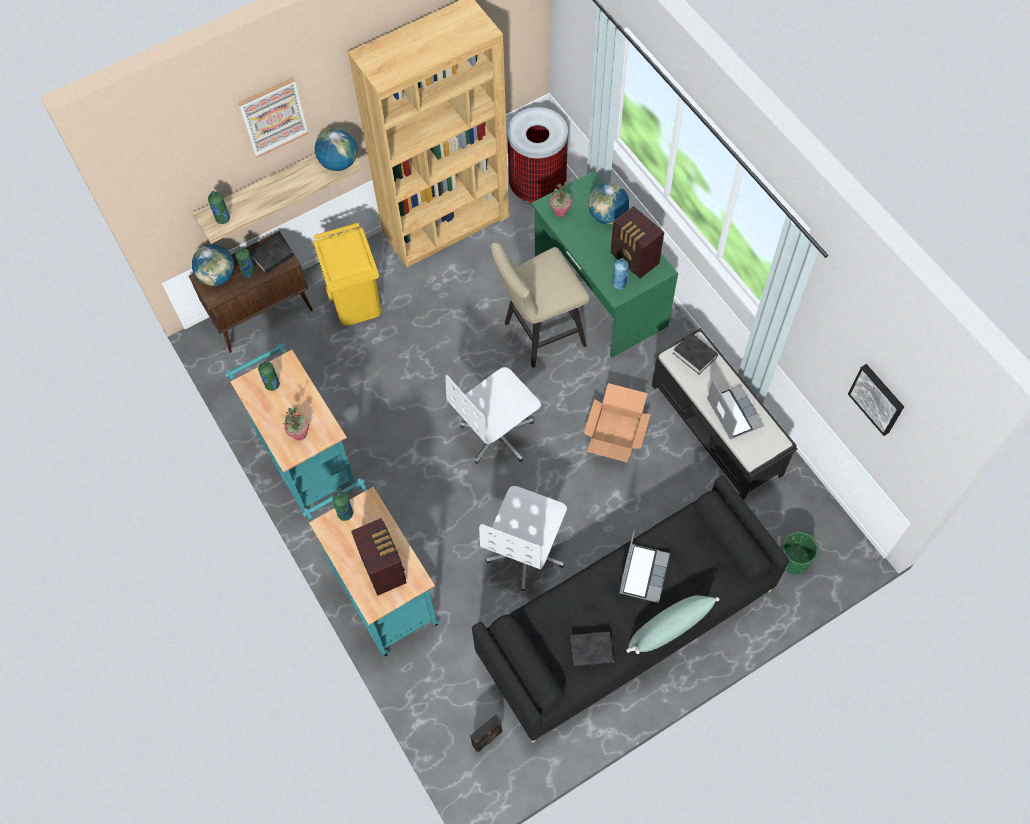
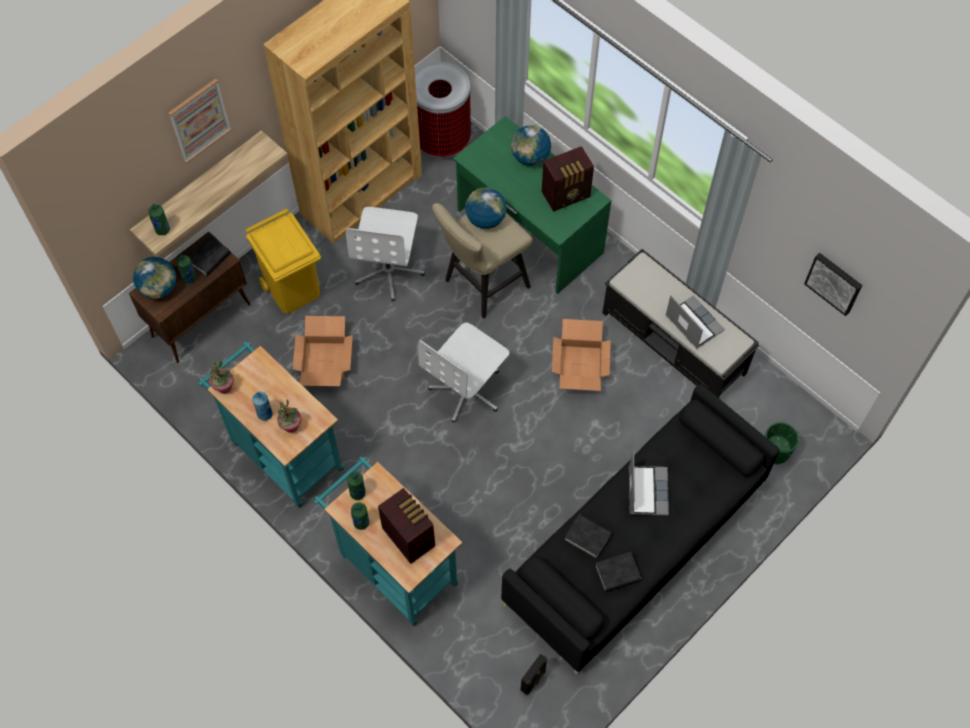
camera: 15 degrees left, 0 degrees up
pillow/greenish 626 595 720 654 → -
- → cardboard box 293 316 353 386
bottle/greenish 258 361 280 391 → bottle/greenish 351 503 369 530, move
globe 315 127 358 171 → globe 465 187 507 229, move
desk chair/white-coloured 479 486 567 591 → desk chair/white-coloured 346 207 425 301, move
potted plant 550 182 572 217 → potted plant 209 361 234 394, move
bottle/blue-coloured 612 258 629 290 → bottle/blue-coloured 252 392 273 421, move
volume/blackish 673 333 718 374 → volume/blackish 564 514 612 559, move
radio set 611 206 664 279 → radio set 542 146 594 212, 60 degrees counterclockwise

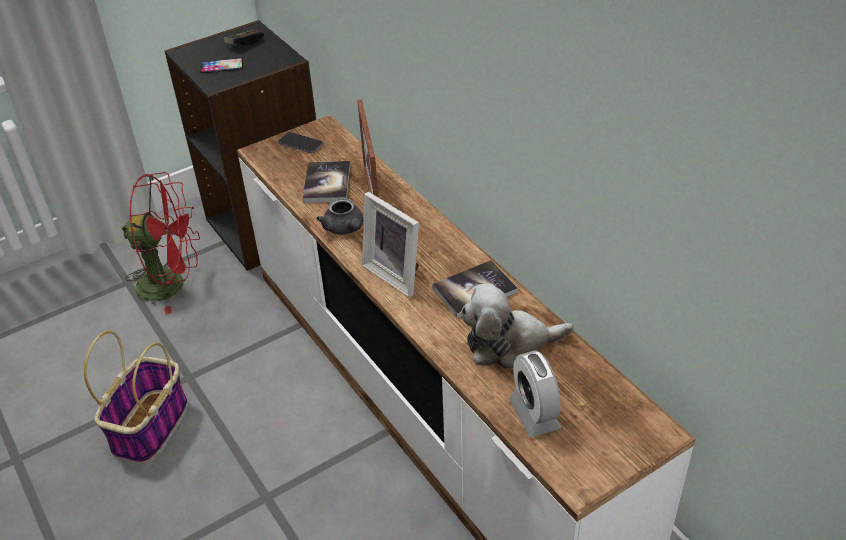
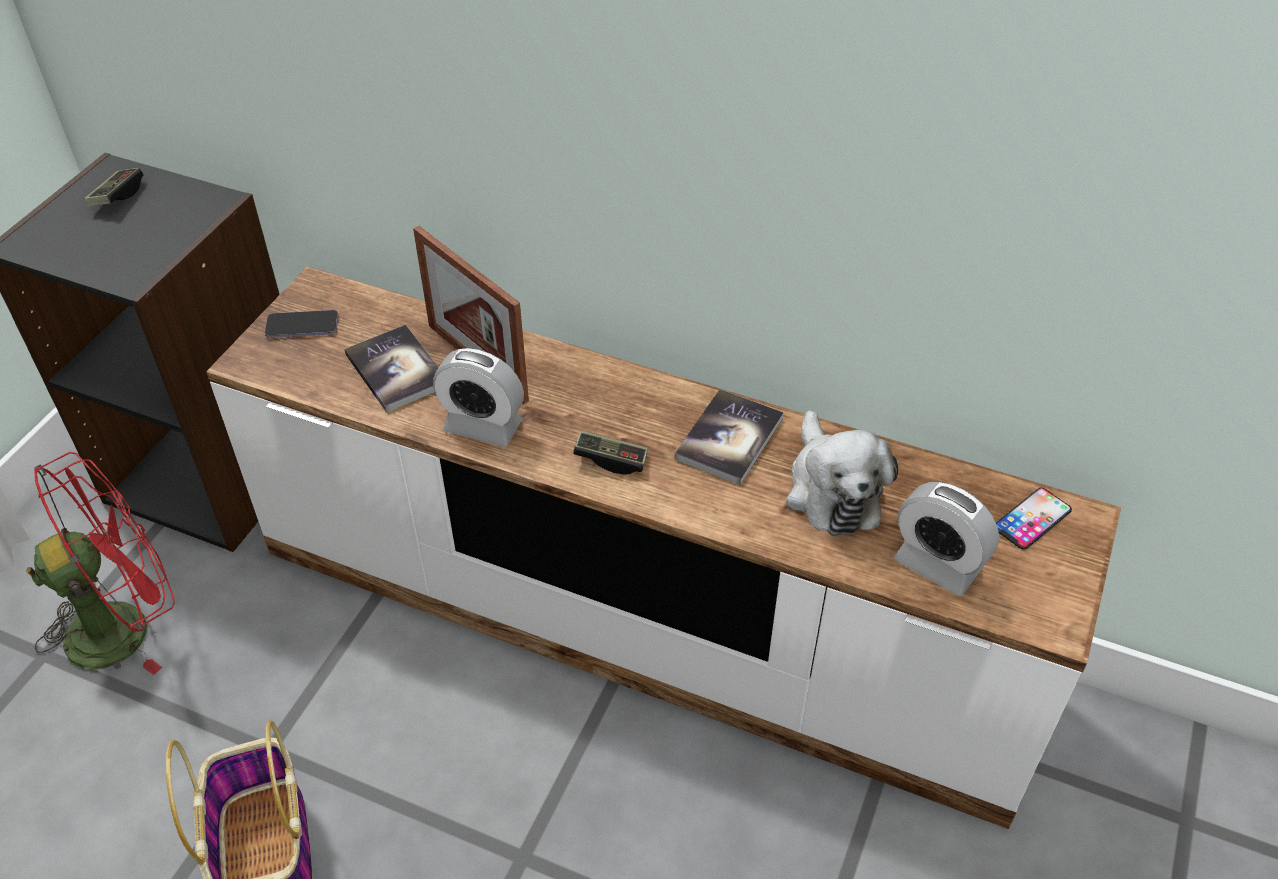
camera: 35 degrees left, 5 degrees up
phone 200 58 243 73 → phone 996 488 1072 550, move
teapot/greyish 316 198 363 235 → bedside clock 433 348 524 447
standing frame 362 192 420 298 → gamepad 573 430 648 475
soft toy 460 283 574 369 → soft toy 786 410 898 536, 60 degrees counterclockwise

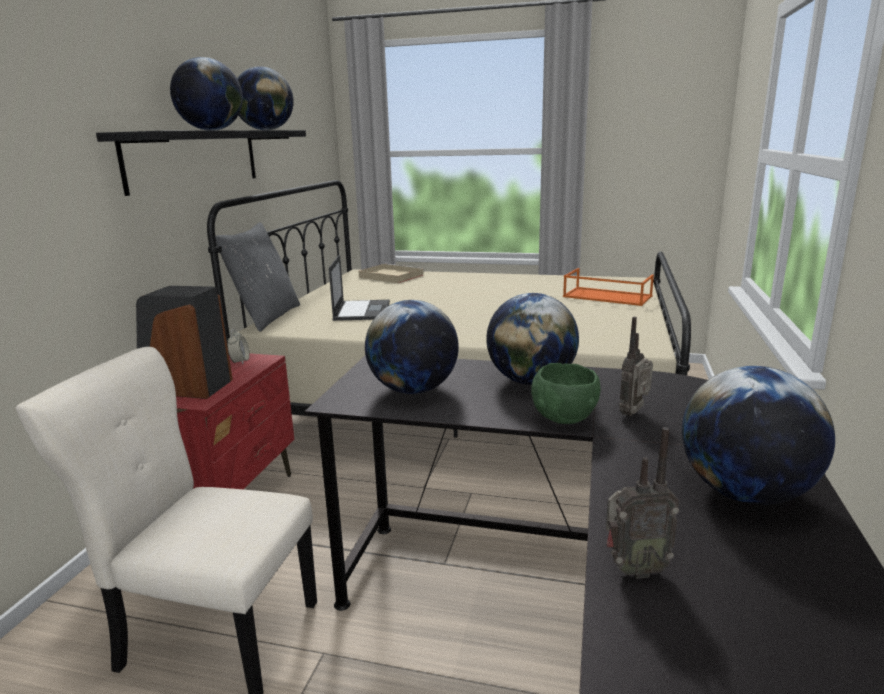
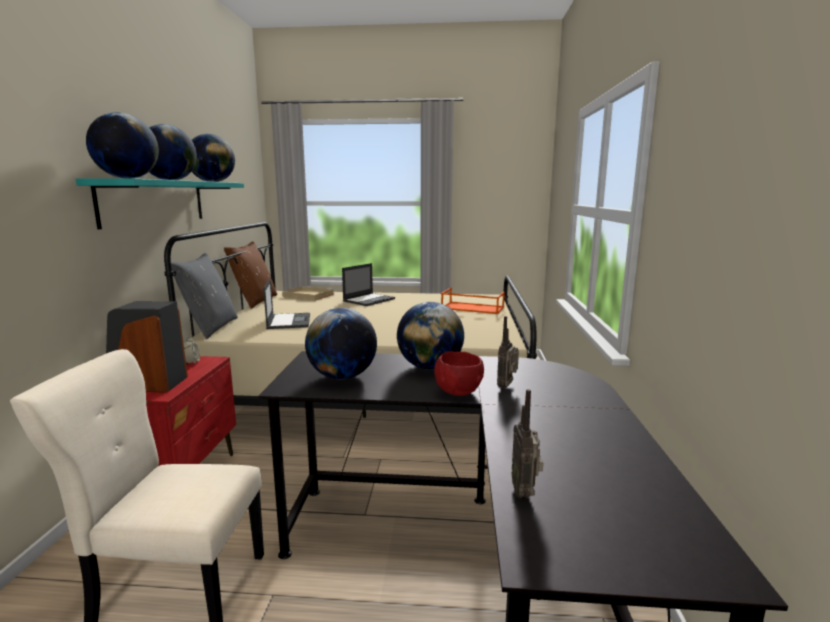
camera: 10 degrees left, 5 degrees down
- → pillow/brownish 224 241 277 309
- → portable computer 342 263 395 306
globe 682 366 835 505 → globe 86 113 159 178, move
wall shelf/blackish 96 130 306 196 → wall shelf/blue-green 76 178 244 229
serving bowl/greenish 531 363 601 424 → serving bowl/reddish 434 351 484 396
radio set 606 427 679 579 → radio set 512 389 543 498, 105 degrees clockwise

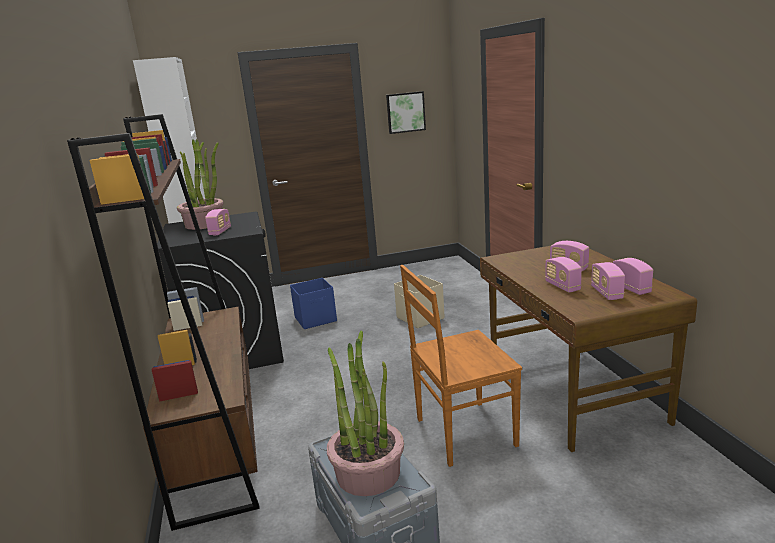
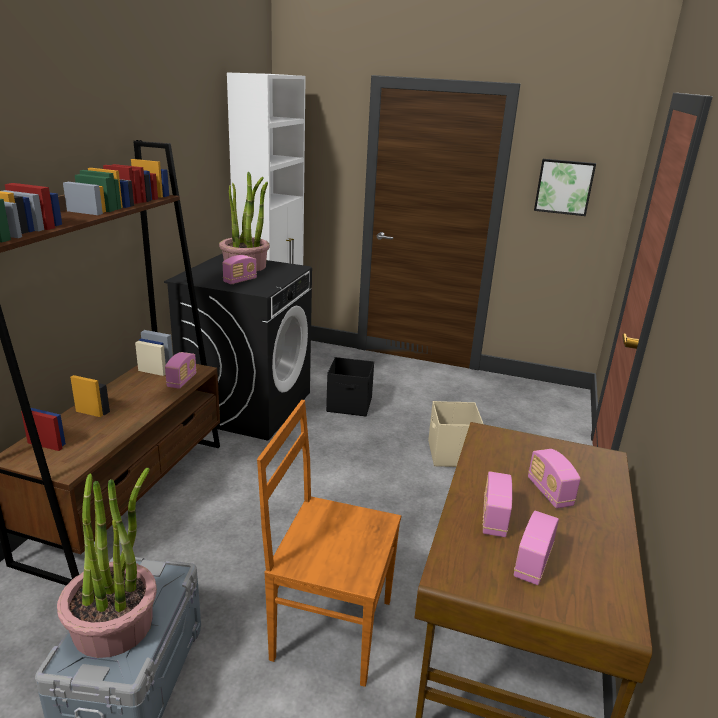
camera: 30 degrees right, 5 degrees up
radio set 613 258 653 295 → radio set 165 352 197 389, move
storage container/blue-coloured 290 278 337 329 → storage container/blackish 326 357 374 416

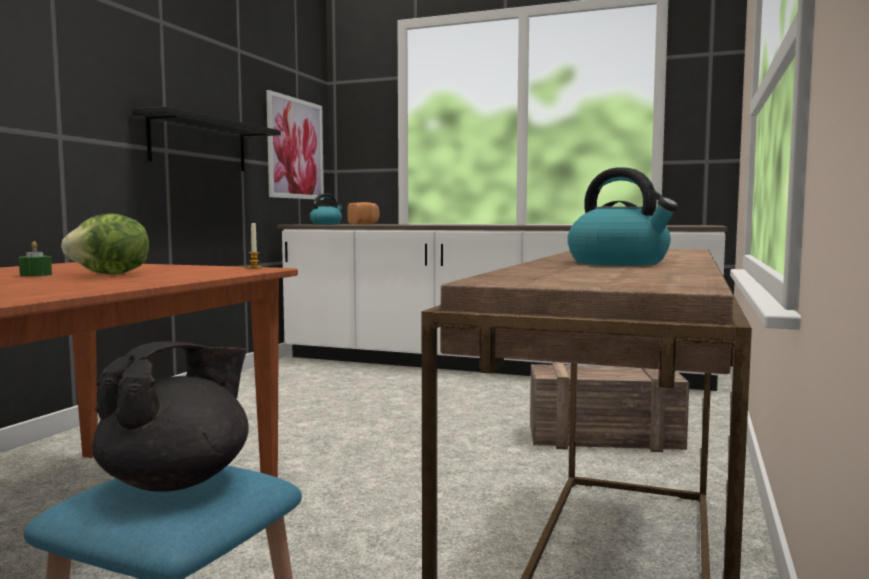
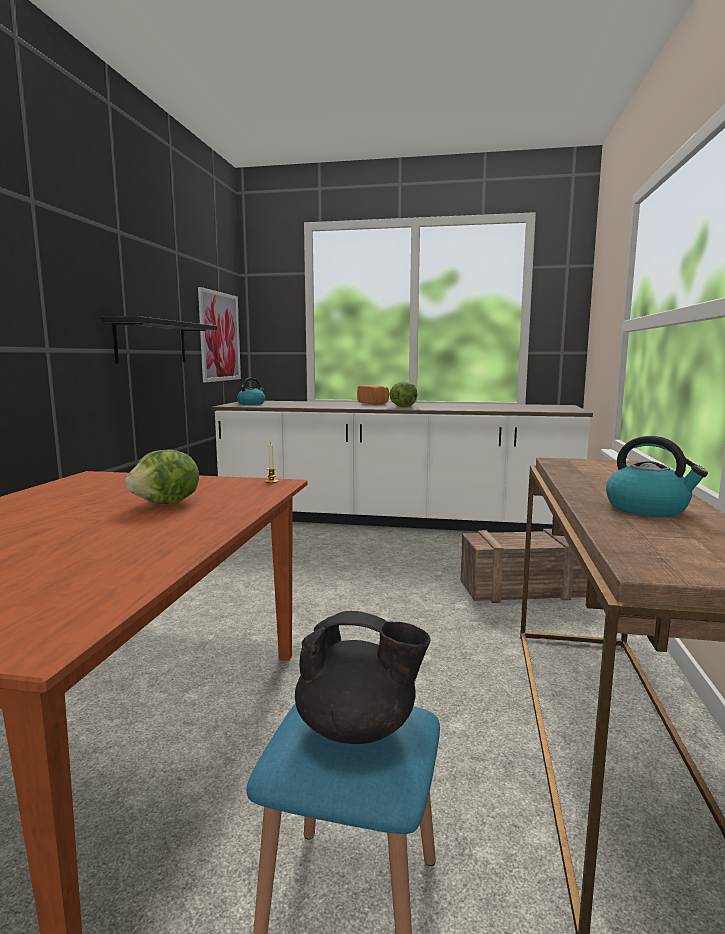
camera: 10 degrees left, 5 degrees up
candle/greenish 19 241 52 276 → -
- → lettuce head 389 382 418 407
bakery bread 347 202 379 225 → bakery bread 357 385 389 404, move
teapot/blackish 92 341 249 492 → teapot/blackish 295 611 431 744, 75 degrees clockwise

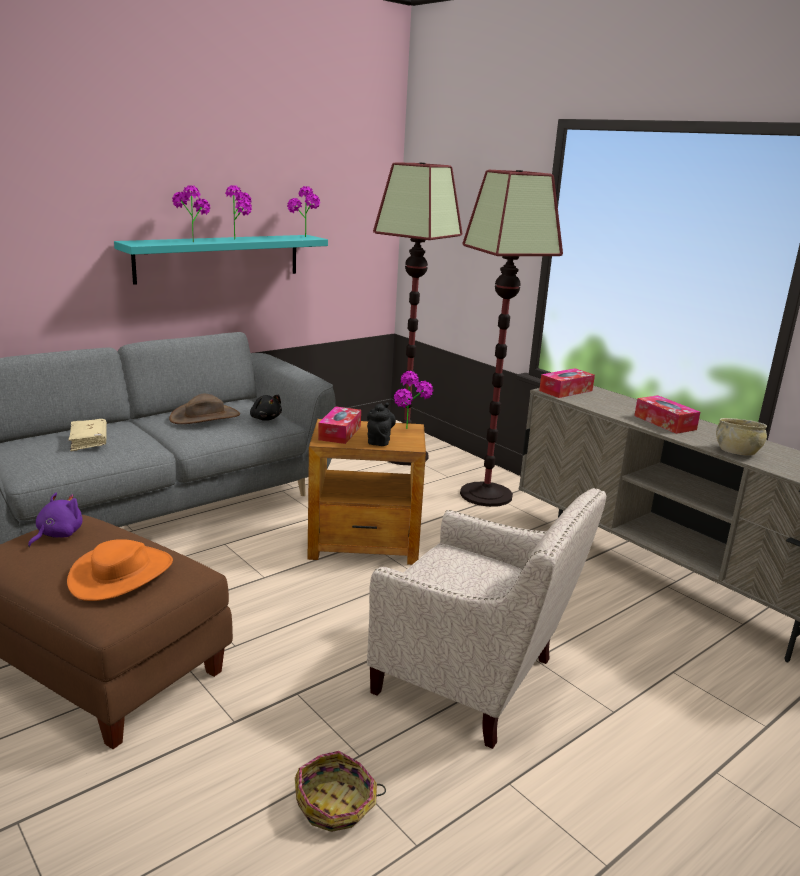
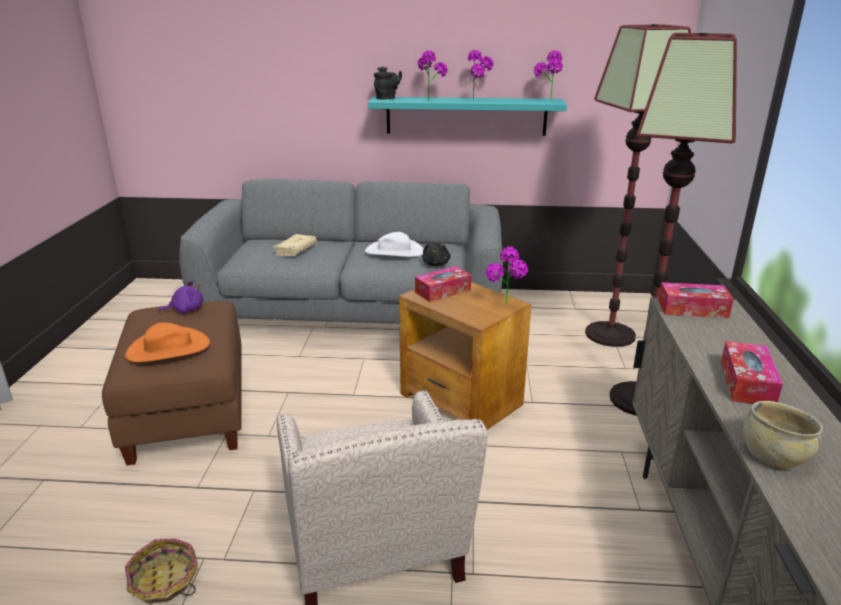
camera: 45 degrees right, 5 degrees up
teapot/blackish 367 403 396 446 → teapot/blackish 374 67 402 100, move
wearable hat/brownish 169 394 240 424 → wearable hat/white-coloured 365 232 424 257

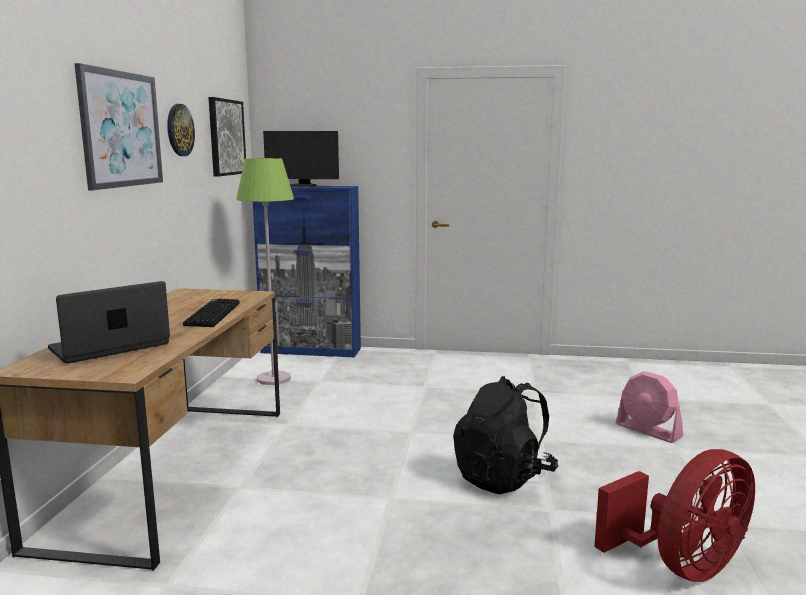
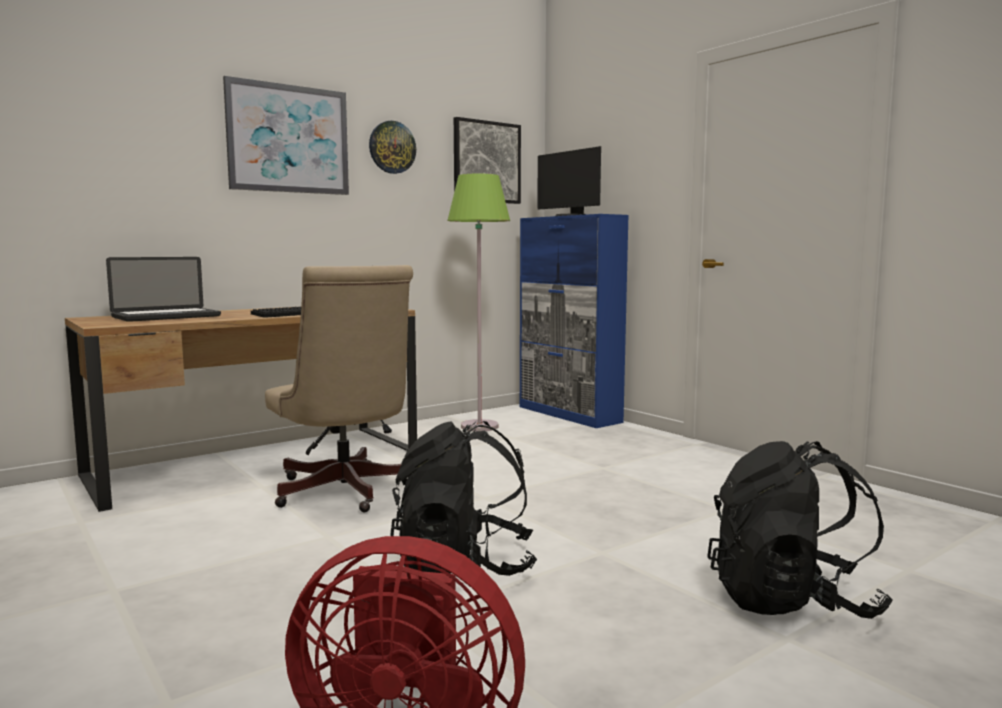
camera: 45 degrees right, 5 degrees down
- → desk chair/beige 265 265 413 512
fan/pink-coloured 616 371 683 443 → backpack/blackish 707 441 893 619
portable computer 48 281 170 364 → portable computer 106 257 221 322, 135 degrees clockwise

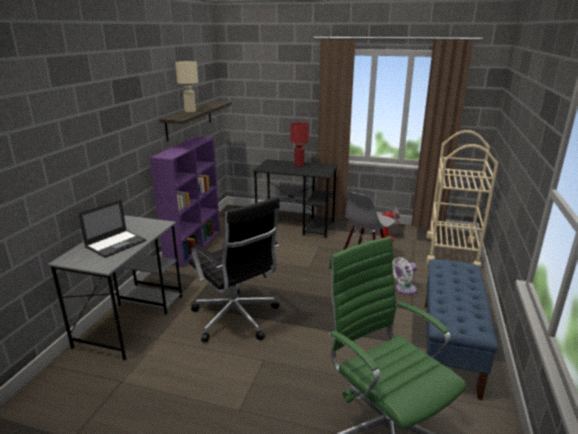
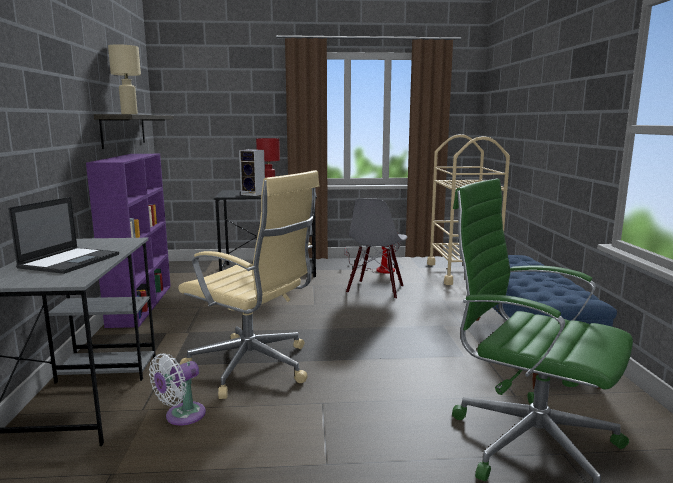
camera: 20 degrees left, 10 degrees down
- → audio speaker 239 149 265 196
fan/white-coloured 392 257 417 295 → fan/white-coloured 149 353 206 425, move
desk chair/blackish 188 196 280 342 → desk chair/beige 178 170 320 399

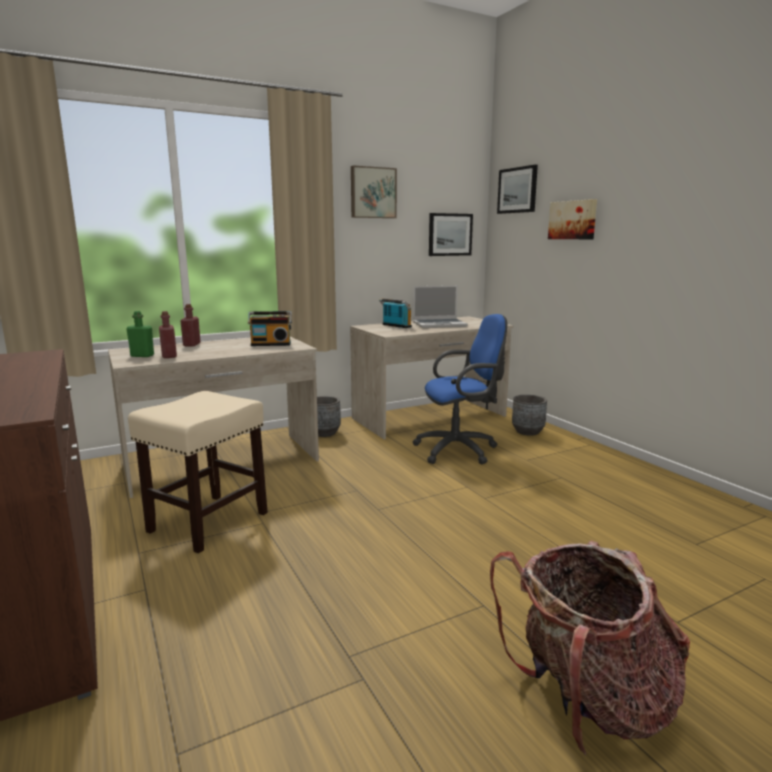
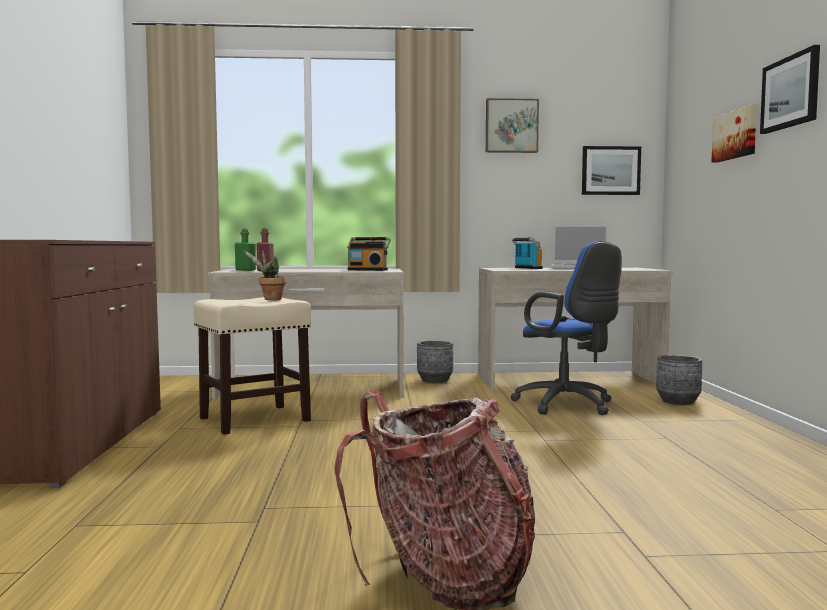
camera: 25 degrees right, 10 degrees down
bottle/reddish 180 304 201 346 → -
- → potted plant 243 250 286 300
wall picture 497 165 538 214 → wall picture 760 45 820 134, move
desk chair/blue-coloured 412 314 507 464 → desk chair/blue-coloured 510 241 622 415, 45 degrees clockwise

